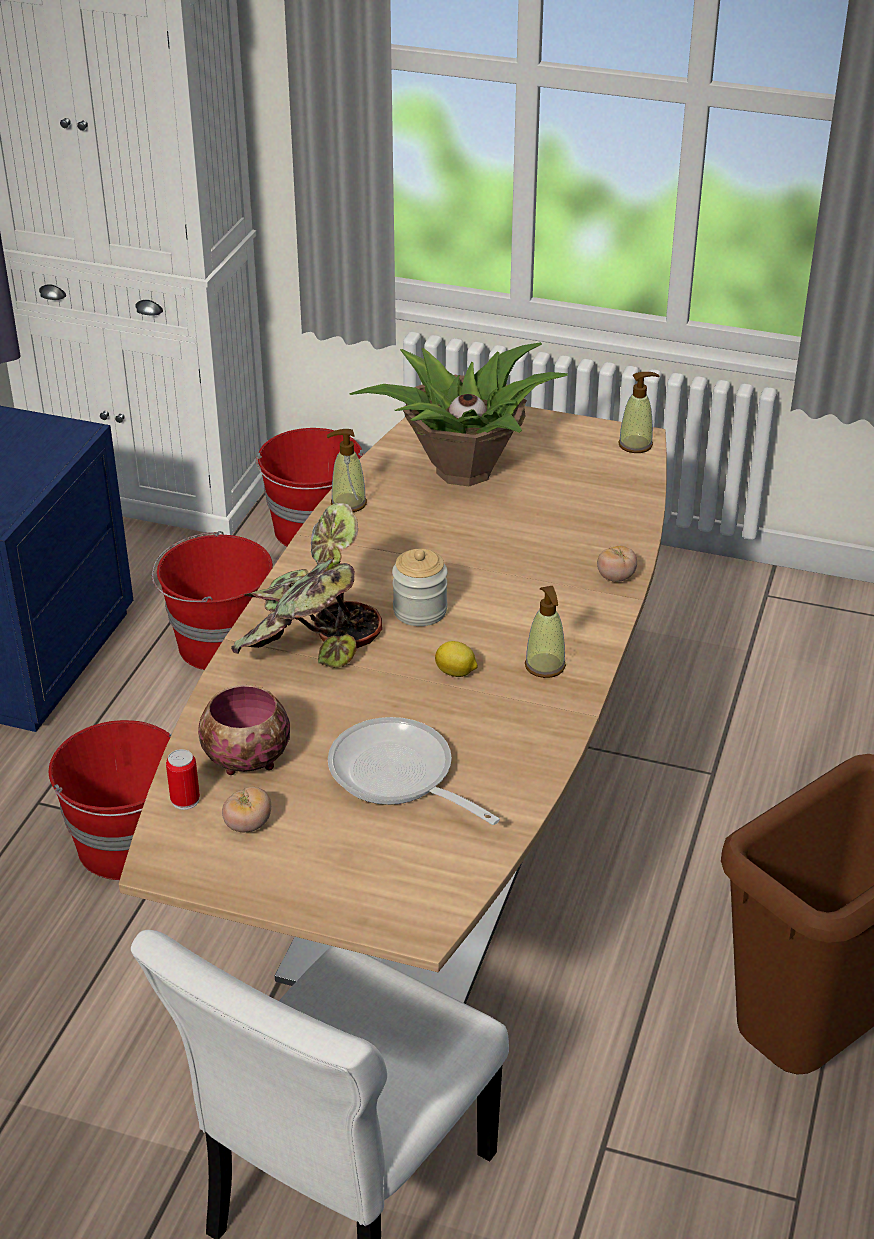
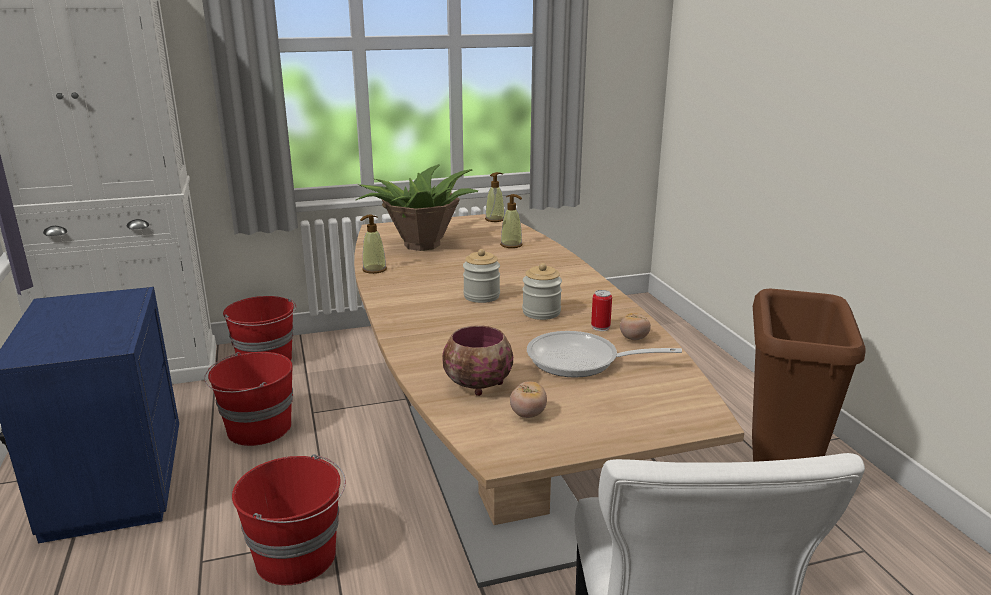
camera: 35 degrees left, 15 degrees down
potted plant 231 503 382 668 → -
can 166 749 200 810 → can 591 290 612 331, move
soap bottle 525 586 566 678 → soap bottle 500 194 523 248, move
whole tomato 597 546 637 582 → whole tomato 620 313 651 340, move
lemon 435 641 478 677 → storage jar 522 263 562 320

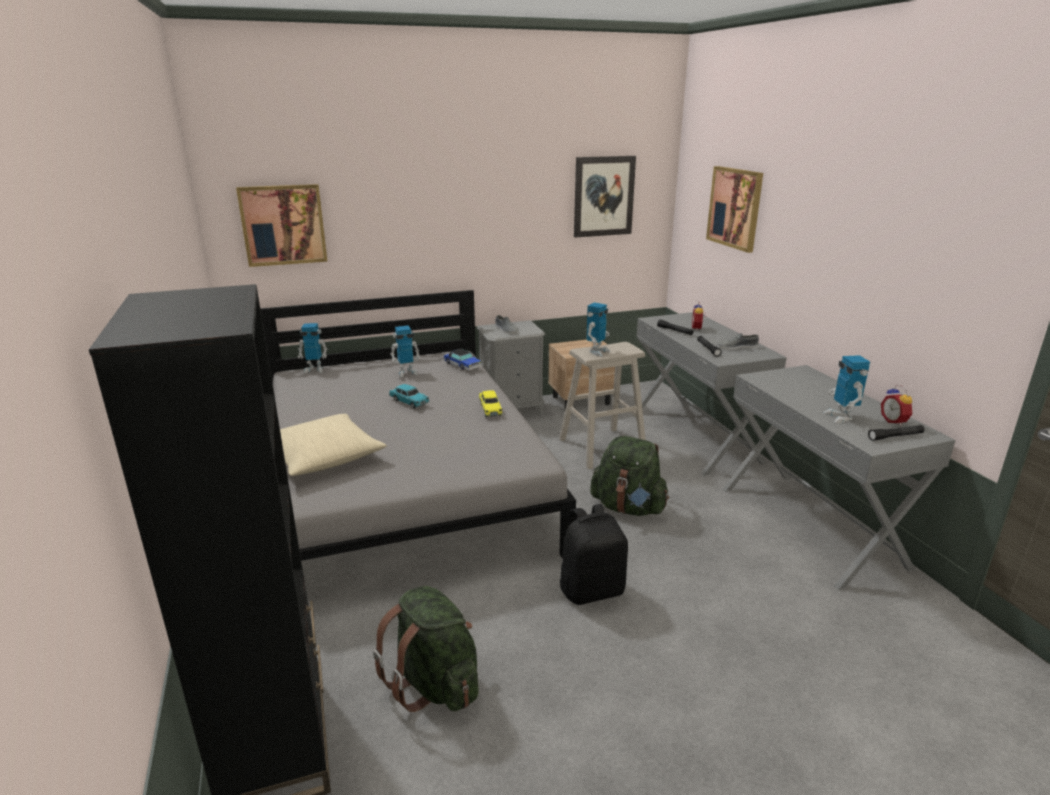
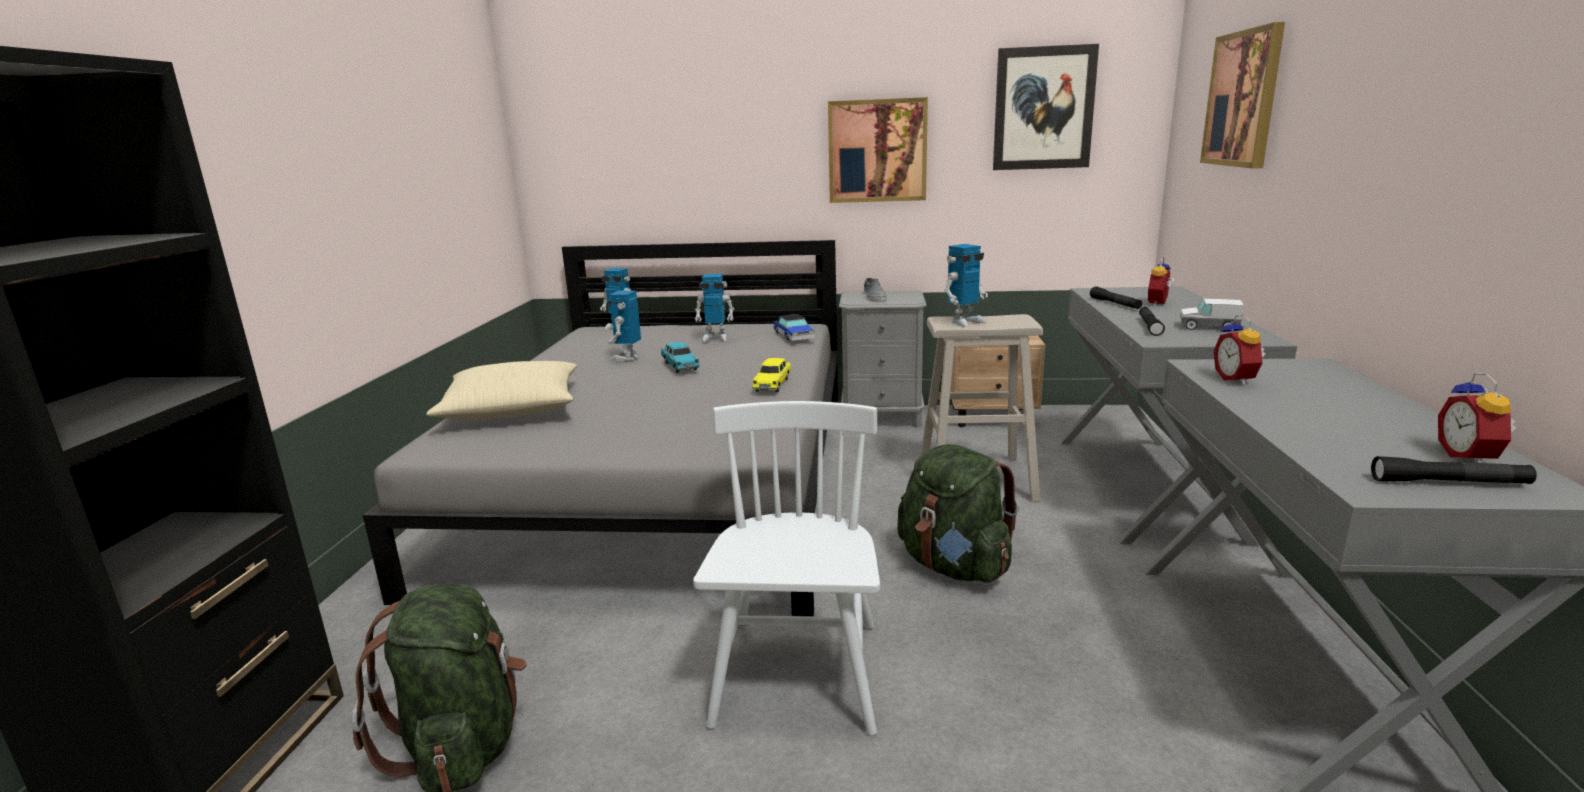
camera: 25 degrees right, 5 degrees down
- → bedside clock 1214 315 1265 385
wall picture 236 184 328 267 → wall picture 828 97 928 203, move
toy robot 823 355 870 423 → toy robot 608 290 641 362, move
backpack/blackish 560 504 628 605 → plain chair/white-coloured 693 401 880 735
shoe/greyish 718 333 759 350 → toy lorry 1180 299 1244 330

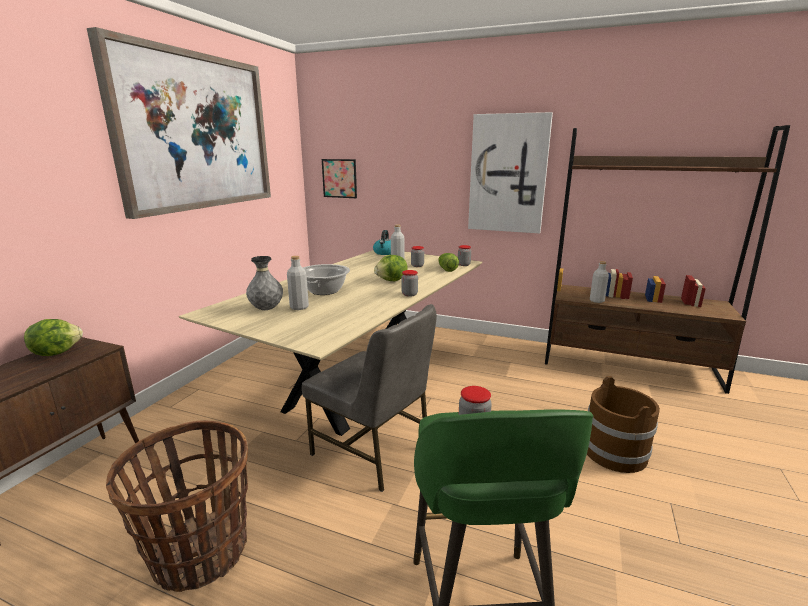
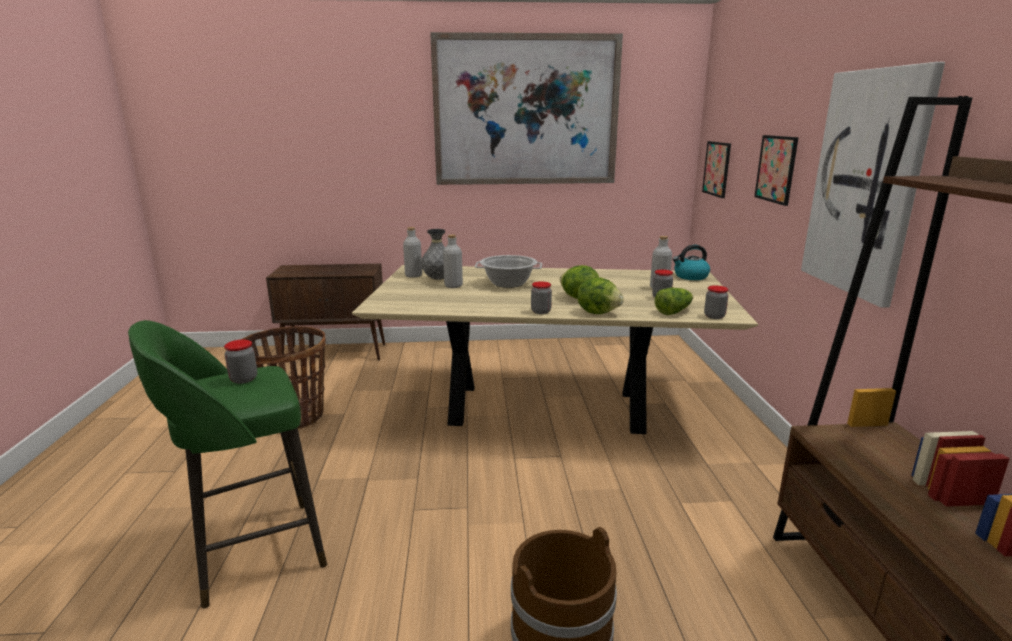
camera: 65 degrees right, 0 degrees up
plain chair/greyish 302 304 437 492 → -
- → wall picture 754 135 799 206
lettuce head 24 319 83 356 → lettuce head 577 277 624 314, move
bottle/greyish 590 261 609 303 → bottle/greyish 403 227 422 278, move

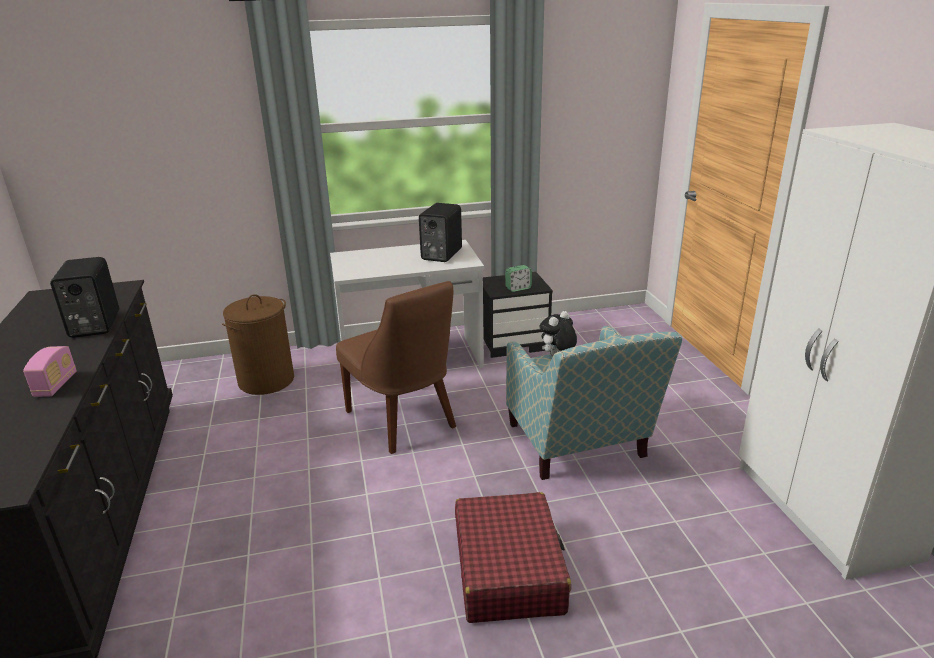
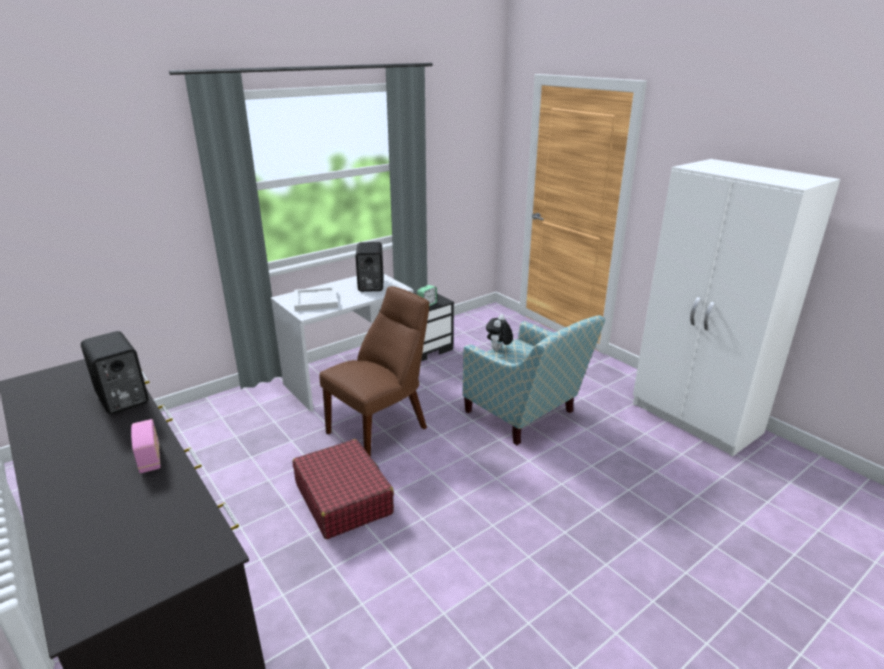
camera: 25 degrees left, 0 degrees up
laundry basket/brownish 222 294 294 395 → -
- → tray/white-coloured 294 287 338 311
travel case/reddish 455 492 571 623 → travel case/reddish 293 439 394 539, move
plain chair/brownish 336 281 456 454 → plain chair/brownish 319 286 429 457, 75 degrees counterclockwise

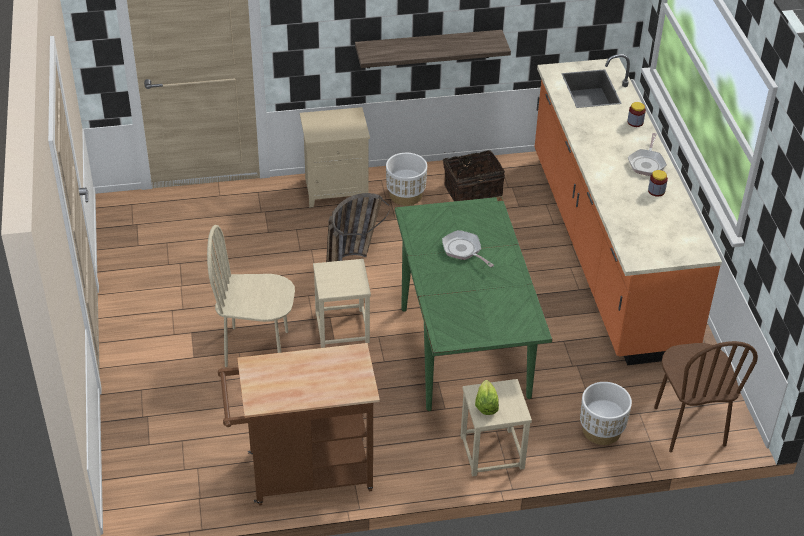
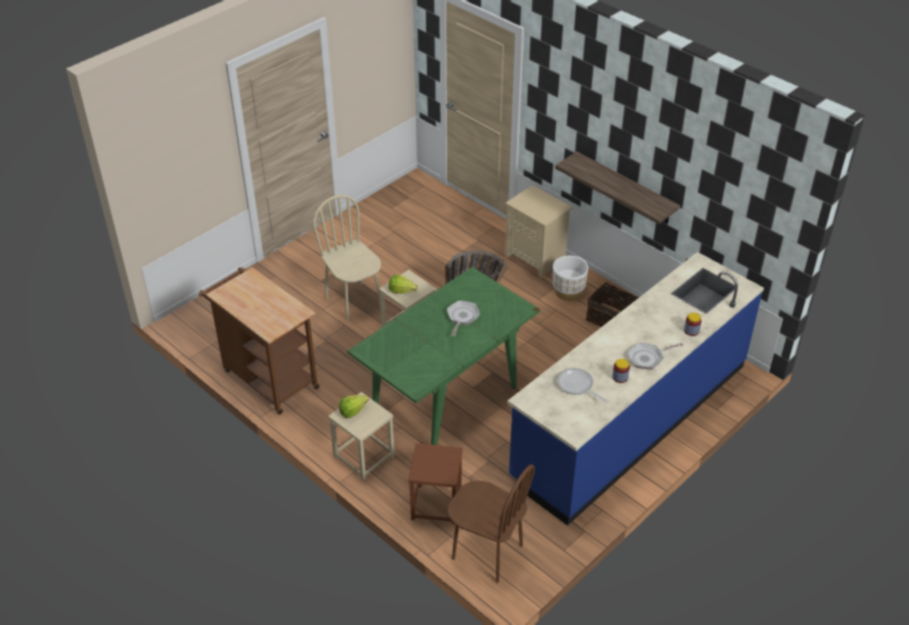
camera: 55 degrees right, 0 degrees up
- → lettuce head 389 275 418 294
- → frying pan 557 368 608 403
flower pot/white-coloured 580 382 632 445 → stool seat/brownish 409 443 463 524
kitchen base unit/orangey 535 54 722 365 → kitchen base unit/blue-coloured 507 252 764 526
plain chair/brownish 654 341 758 452 → plain chair/brownish 448 464 535 583, 105 degrees counterclockwise

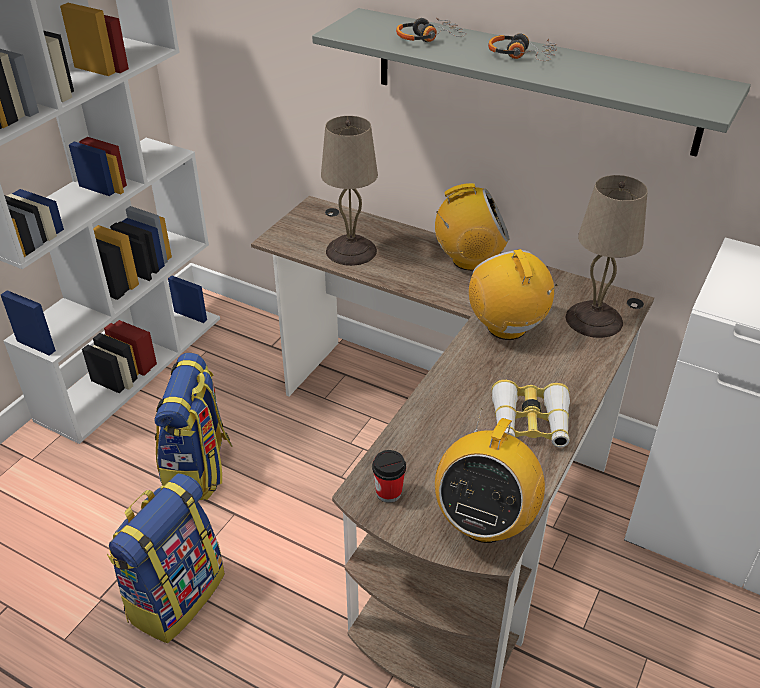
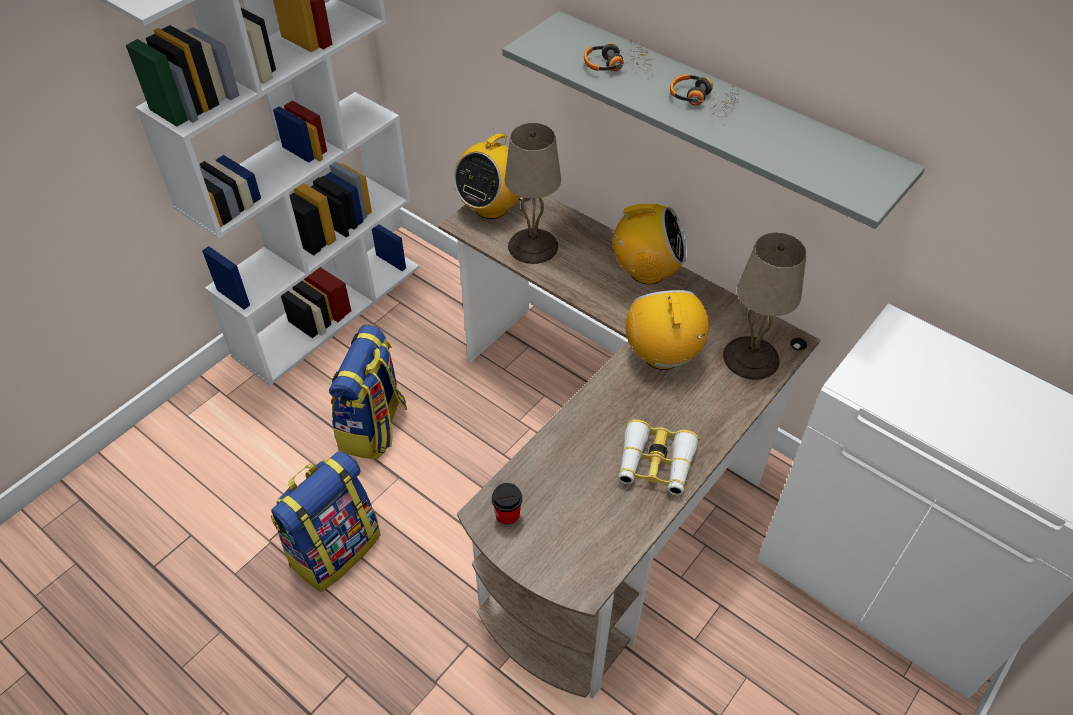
camera: 10 degrees right, 10 degrees up
radio set 435 409 545 543 → radio set 454 129 521 219, move

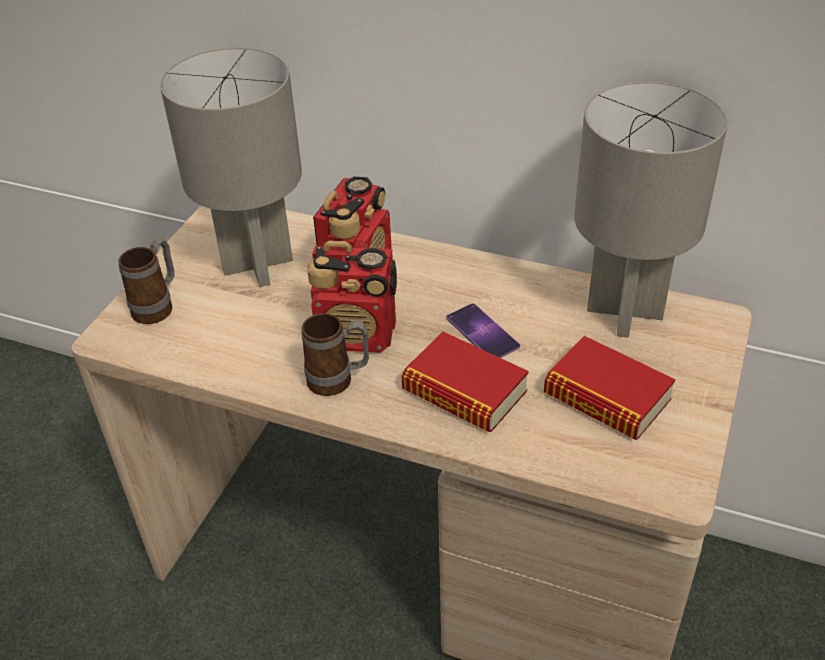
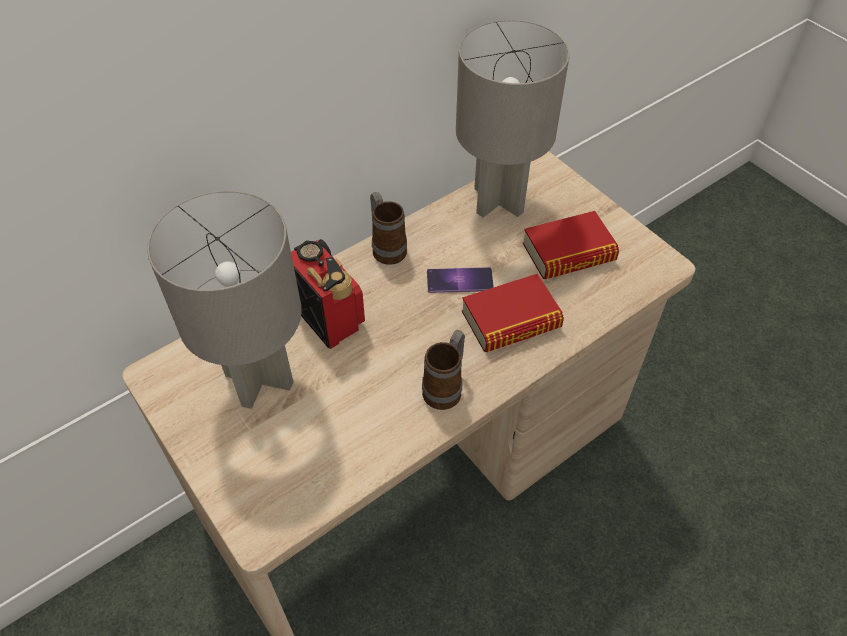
camera: 60 degrees left, 10 degrees up
radio set 307 240 397 353 → -
tea mug 119 238 175 324 → tea mug 370 192 407 265, move

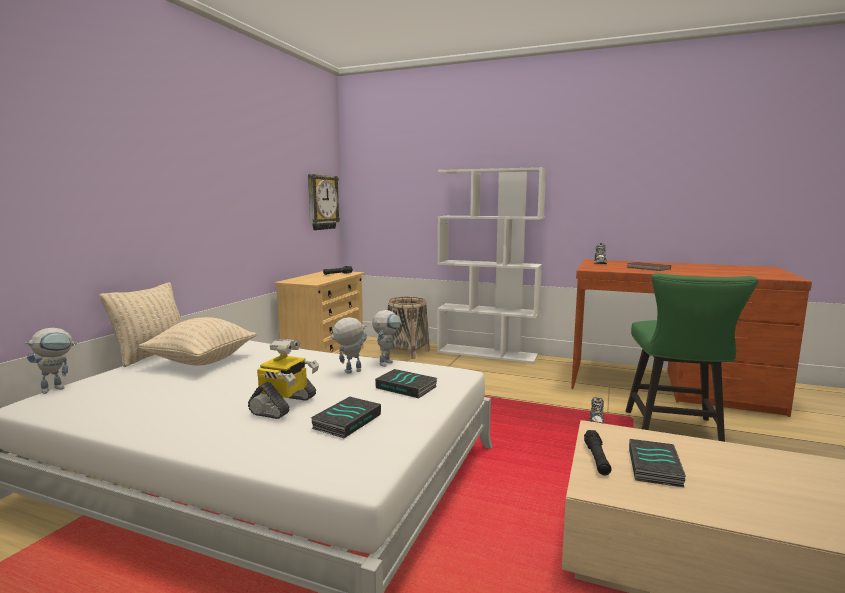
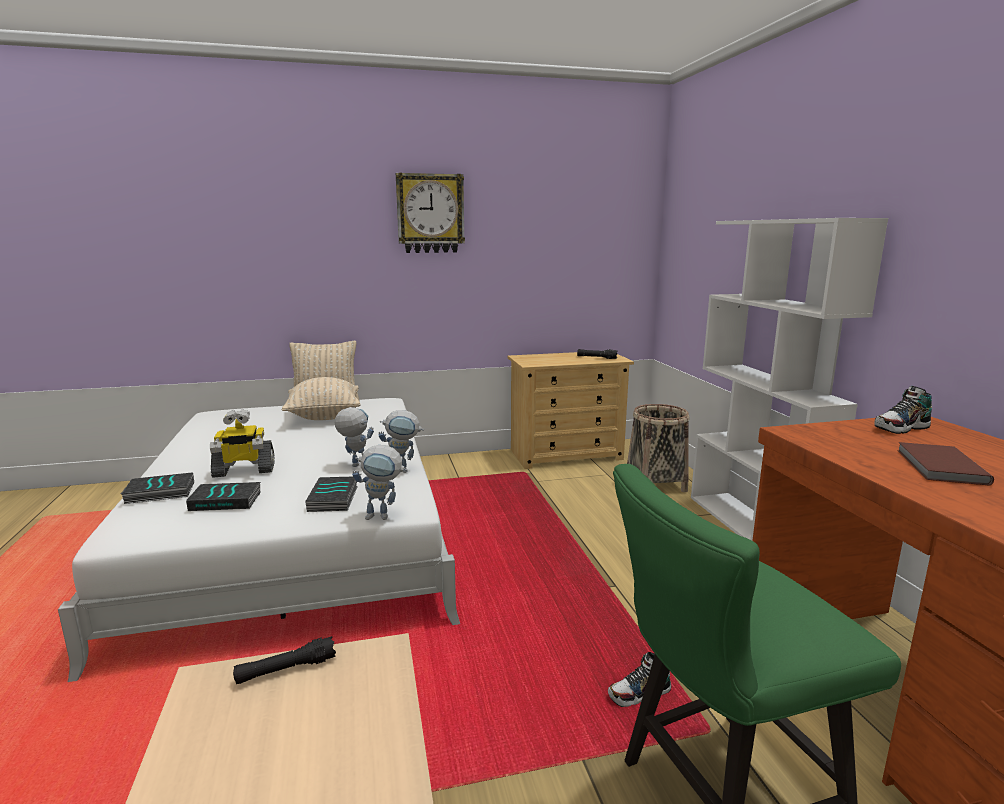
camera: 55 degrees right, 5 degrees up
toy robot 25 328 77 394 → toy robot 352 445 408 520, move
hanging clock 308 174 340 230 → hanging clock 396 173 465 253, move
volume 629 439 686 487 → volume 121 472 194 504, move

